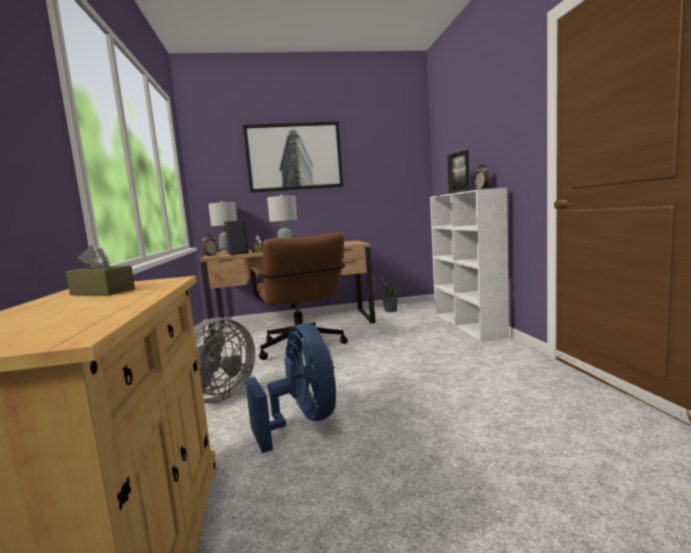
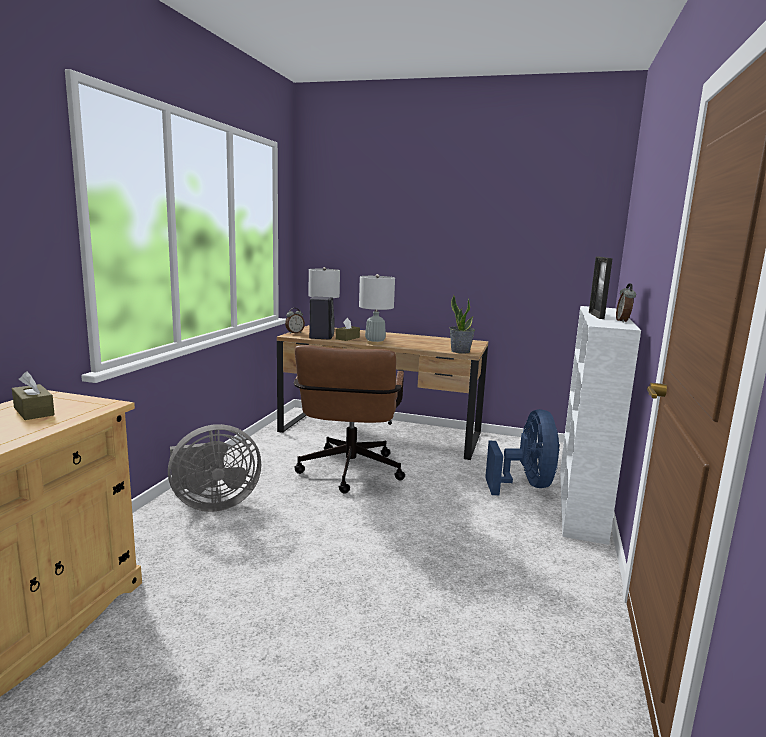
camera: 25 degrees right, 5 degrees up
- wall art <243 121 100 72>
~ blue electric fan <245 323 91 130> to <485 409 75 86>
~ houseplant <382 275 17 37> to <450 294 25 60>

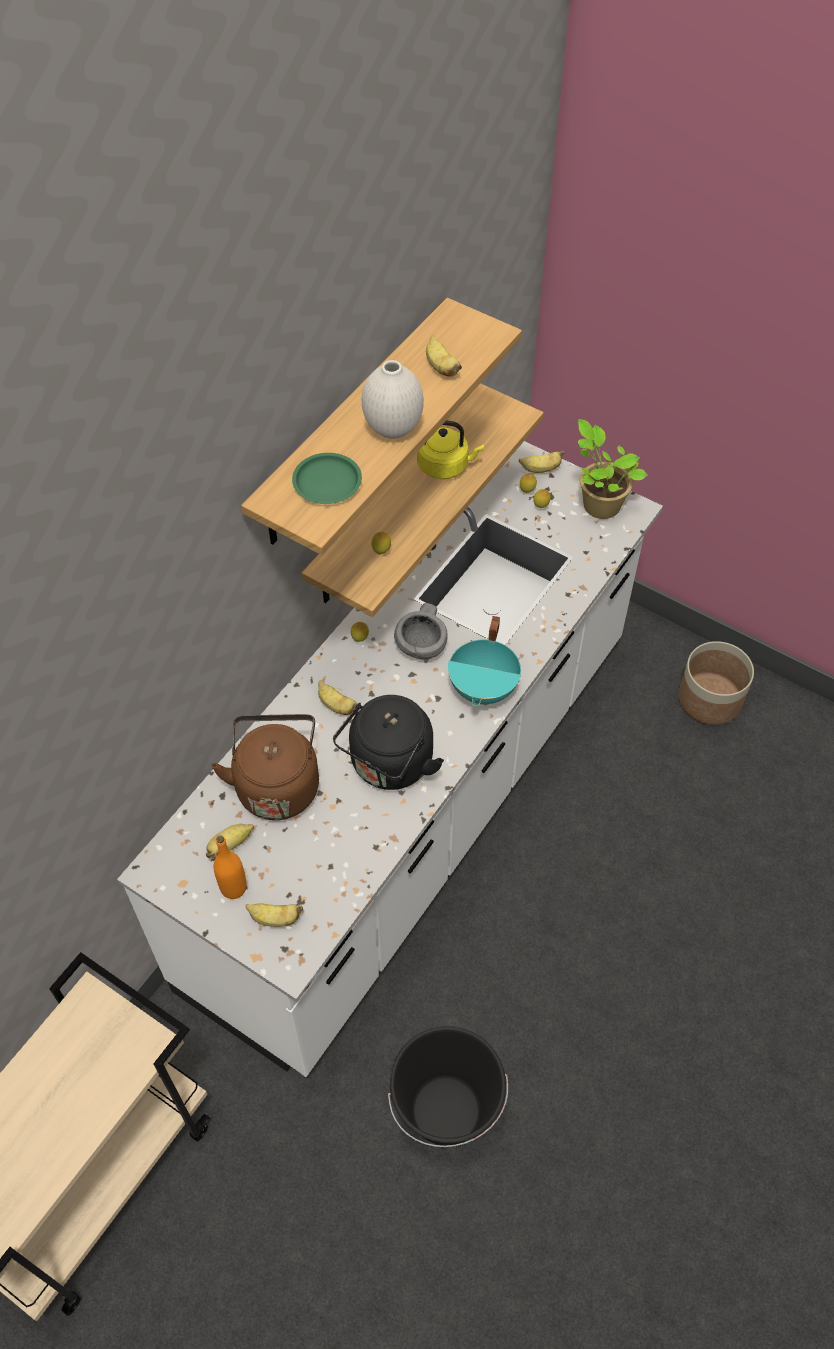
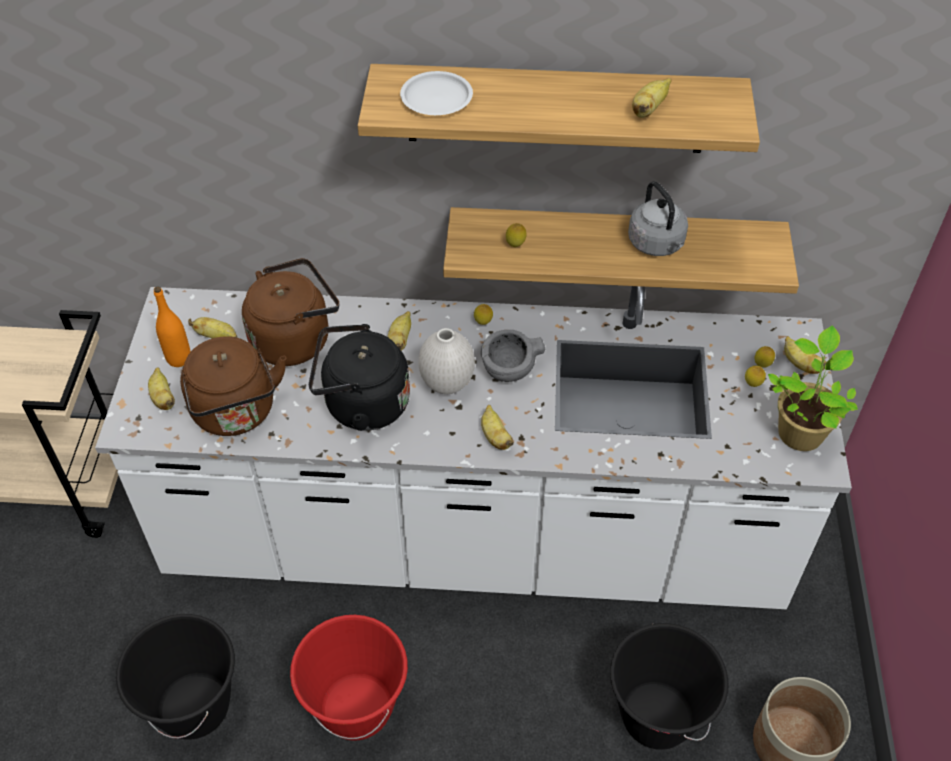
camera: 60 degrees right, 5 degrees down
+ brownish tea kettle <180 336 106 100>
+ reddish pail <290 615 118 126>
+ black-coloured pail <610 623 119 127>
~ white vase <361 360 63 79> to <418 328 57 66>
~ turquoise-coloured stockpot <448 616 73 90> to whole banana <481 405 33 45>
~ green plate <292 453 70 51> to white plate <400 71 73 44>
~ yellow tea kettle <417 421 67 58> to gray tea kettle <628 181 60 75>

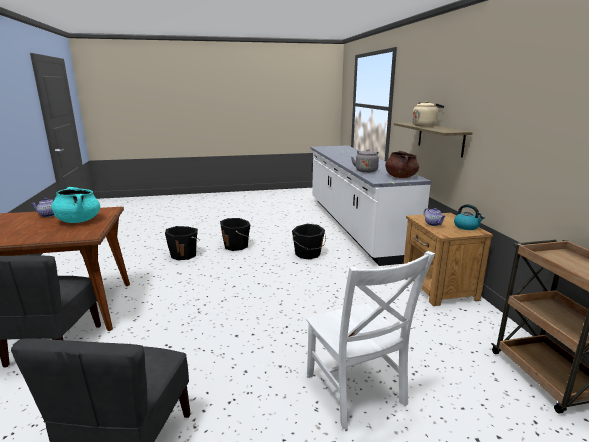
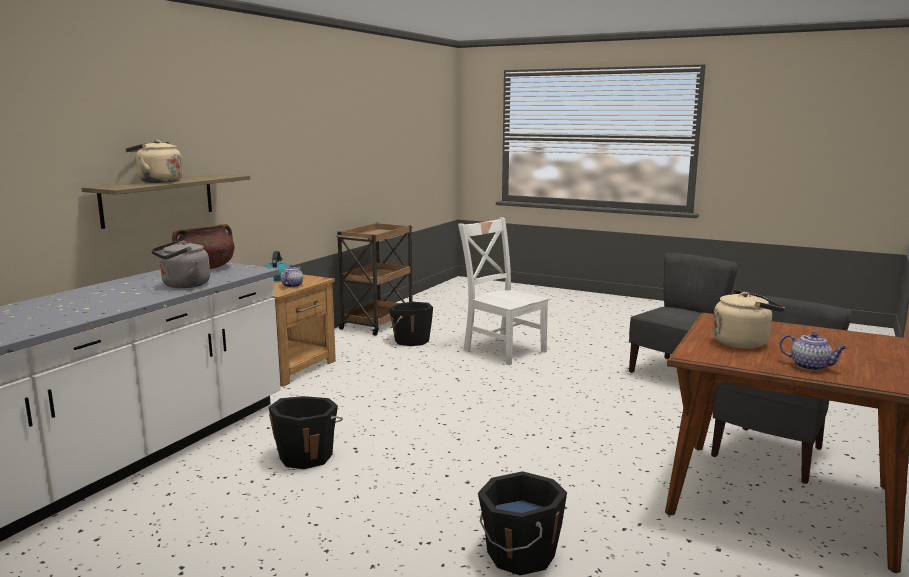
camera: 140 degrees left, 5 degrees down
~ black-coloured pail <220 218 30 33> to <389 302 44 44>
~ turquoise-coloured stockpot <52 187 48 36> to beige-coloured tea kettle <712 290 73 59>
~ white plain chair <306 251 129 178> = <458 217 92 148> 60 degrees counterclockwise

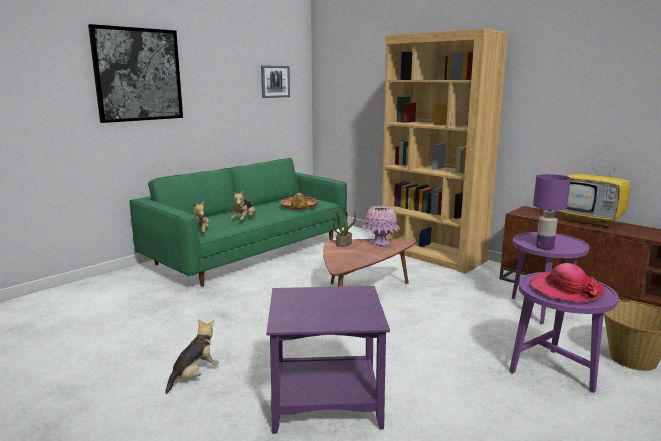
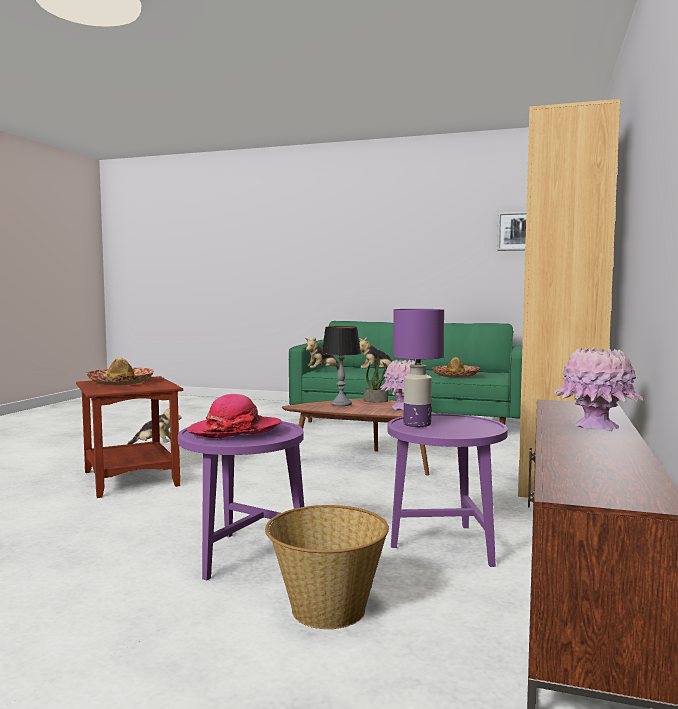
camera: 65 degrees right, 10 degrees down
- wall art <88 24 95 99>
+ clothing hat <86 358 68 27>
+ table lamp <321 326 40 80>
~ television <557 150 73 78> to pink-coloured vase <555 347 88 84>
~ purple-coloured end table <266 286 124 148> to brownish end table <76 376 107 122>

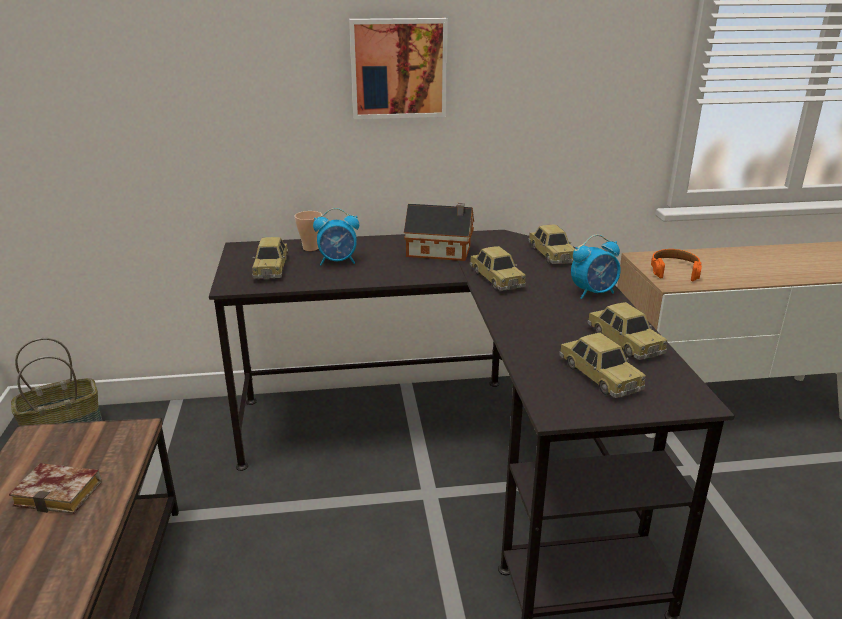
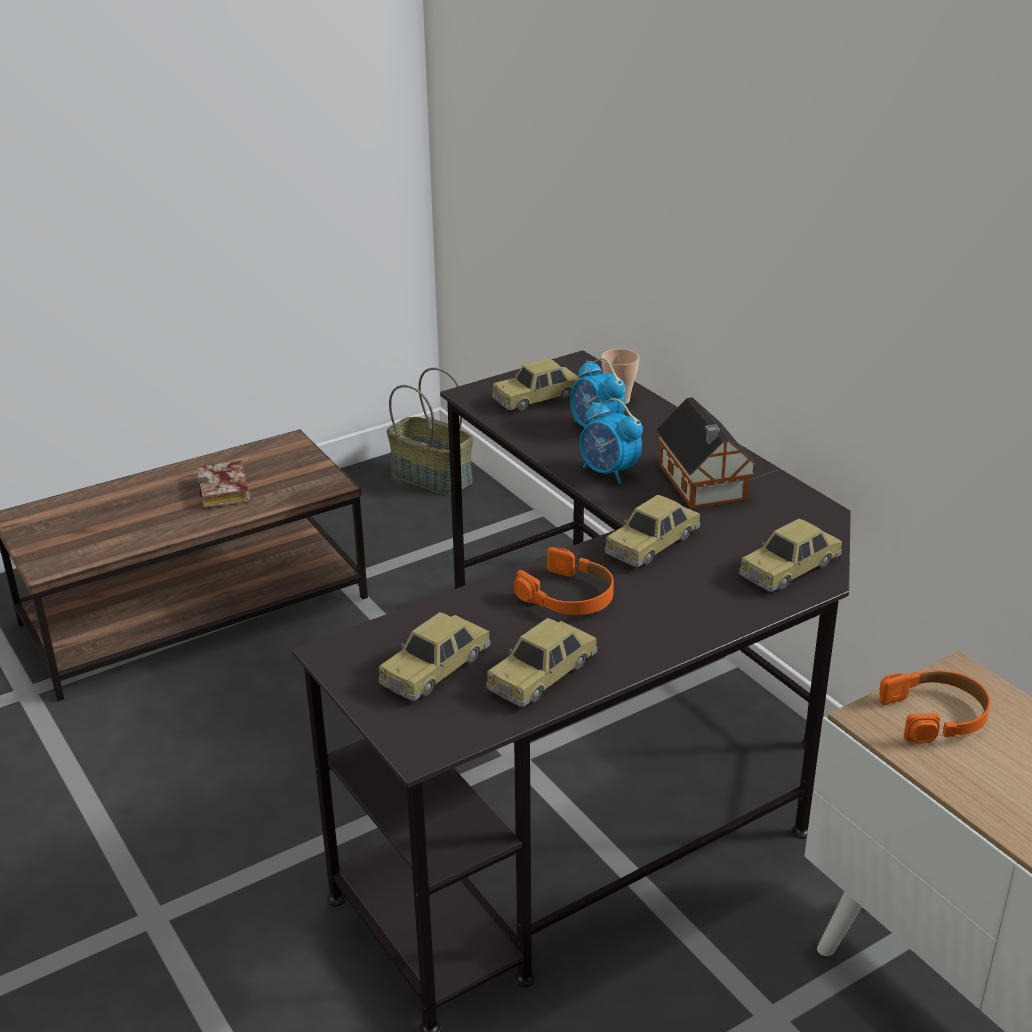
camera: 65 degrees right, 5 degrees up
- wall art <349 18 99 101>
+ orange-coloured headphones <514 547 100 68>
~ table clock <571 234 50 65> to <580 398 63 86>

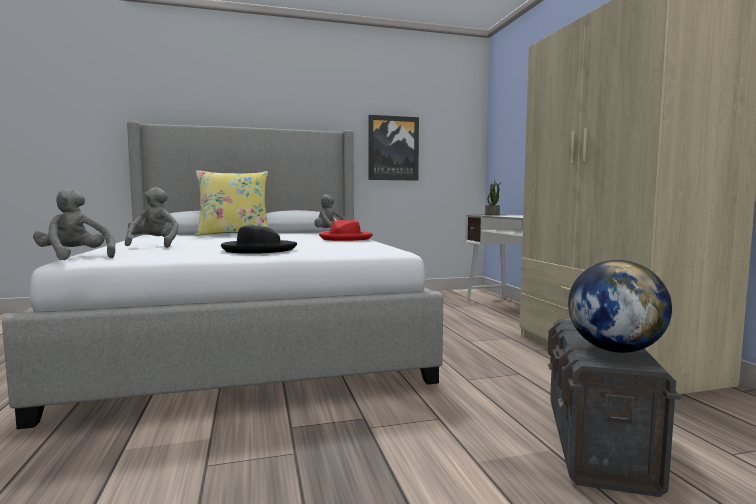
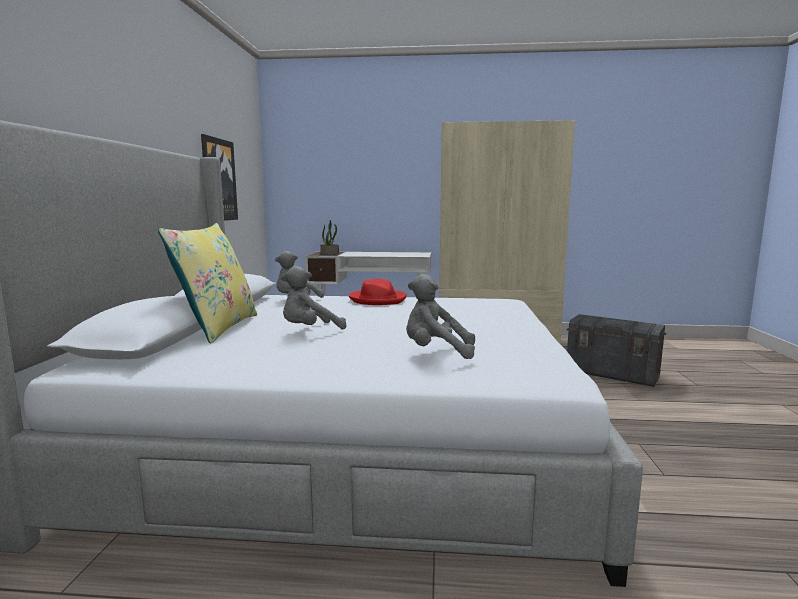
camera: 70 degrees left, 5 degrees up
- black-coloured clothing hat <221 225 76 29>
- world globe <568 260 104 93>
~ gray soft toy <33 188 82 72> to <281 266 66 63>

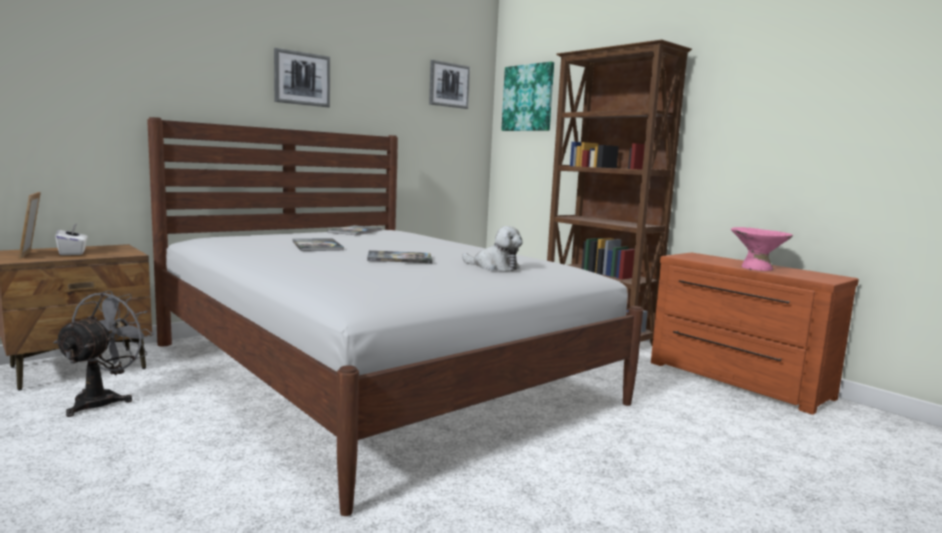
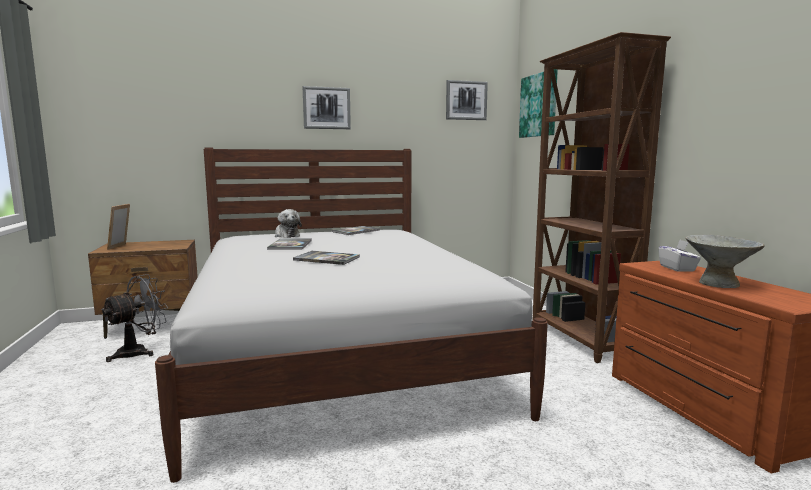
camera: 25 degrees right, 0 degrees up
~ white tissue box <56 224 32 31> to <658 240 43 32>
~ soft toy <462 226 60 45> to <275 209 27 29>
~ pink-coloured deep dish <731 227 62 44> to gray deep dish <686 235 79 53>

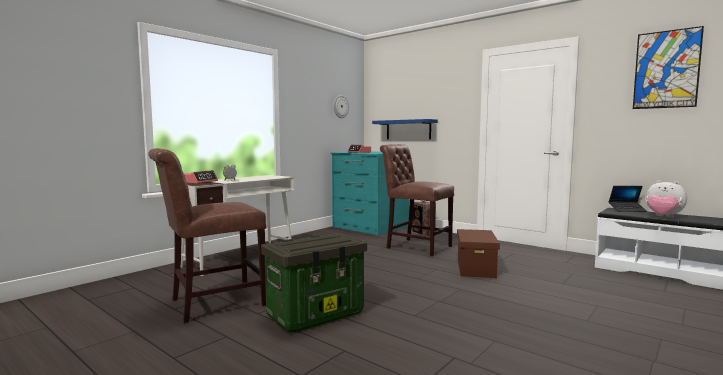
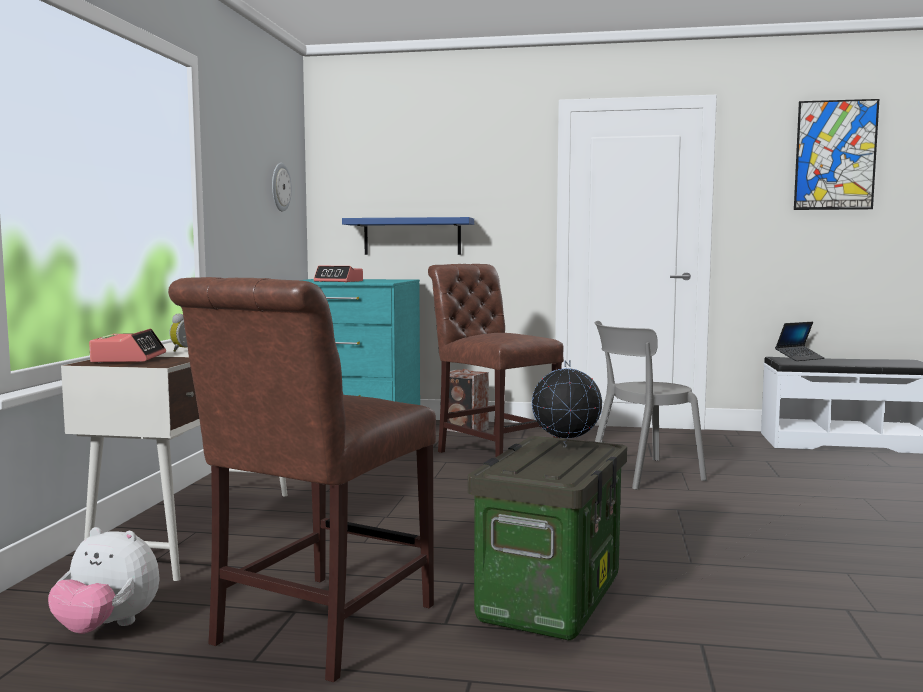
camera: 30 degrees left, 0 degrees up
+ world globe <532 360 70 87>
~ soft toy <646 180 41 37> to <48 527 111 107>
~ brownish storage bin <457 229 43 49> to gray plain chair <595 321 112 169>
~ brownish plain chair <380 144 74 112> = <428 264 136 194> 45 degrees clockwise

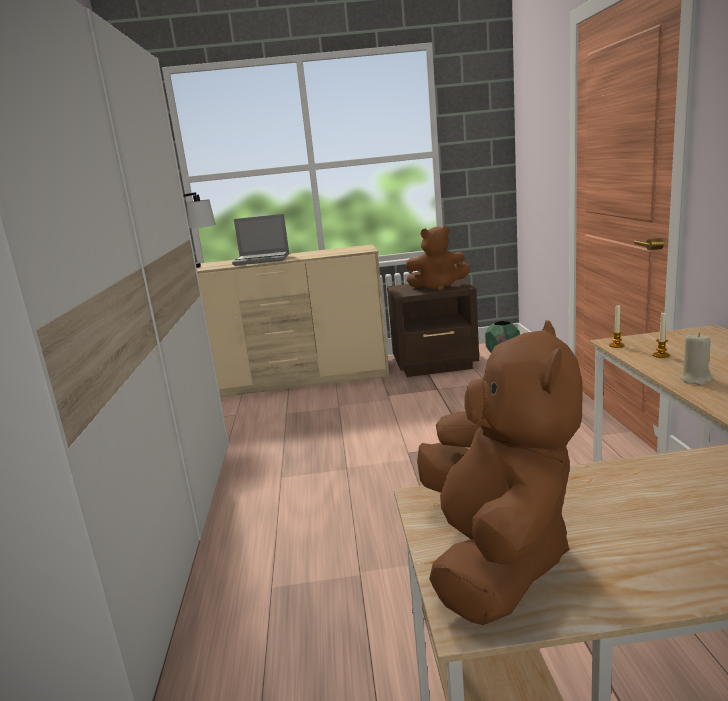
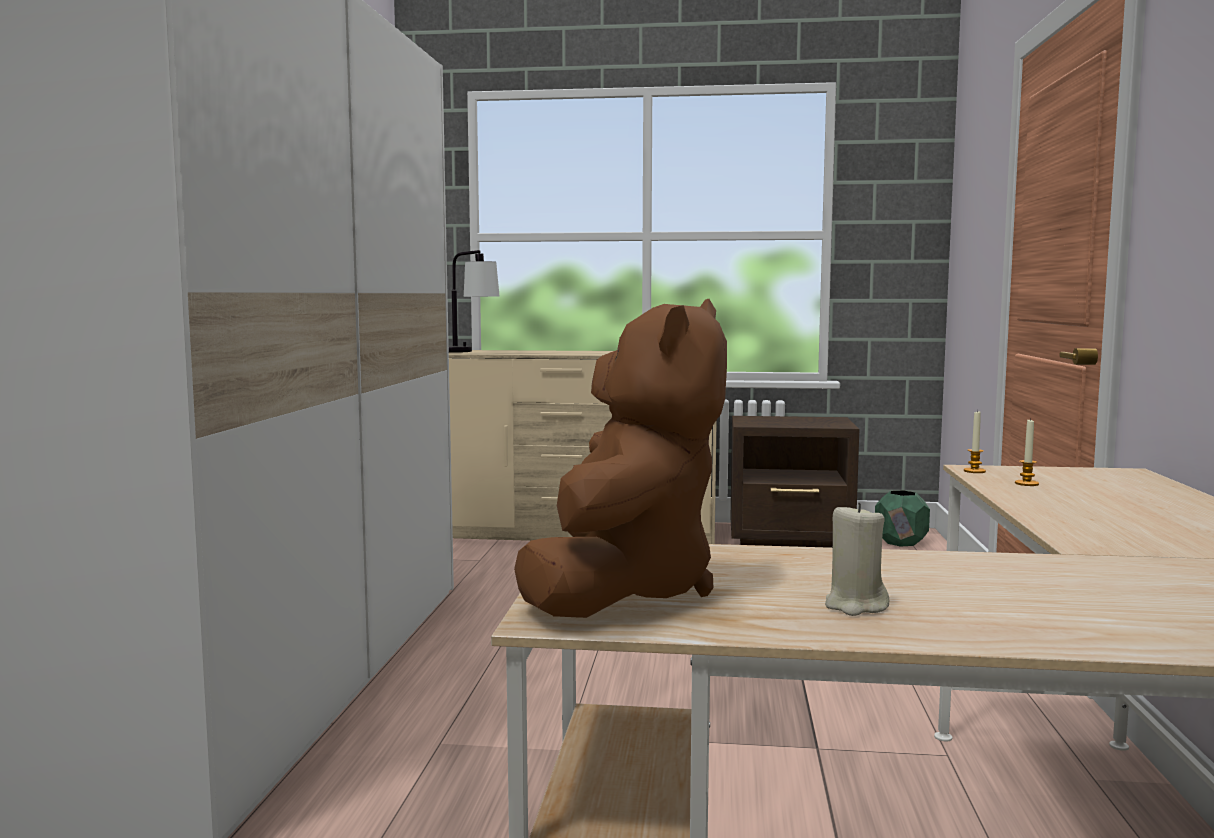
camera: 10 degrees right, 10 degrees down
- notebook computer <232 214 57 52>
- brownish soft toy <406 226 64 65>
~ beige-coloured wax light <680 333 32 52> to <825 502 64 114>

